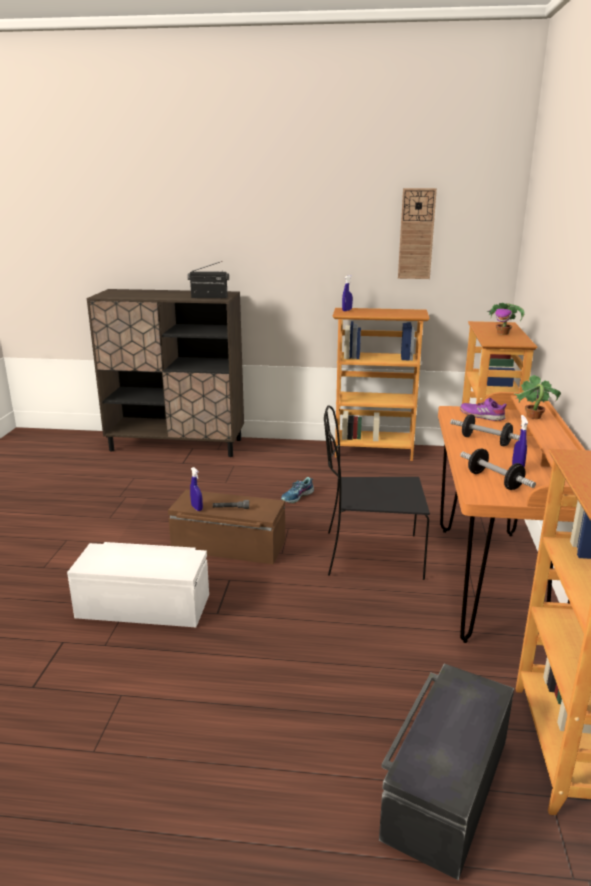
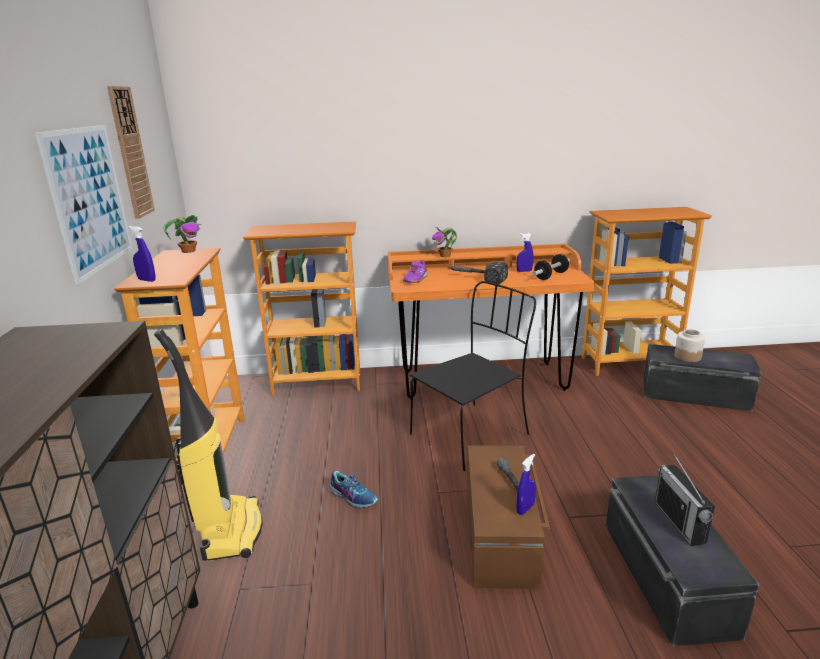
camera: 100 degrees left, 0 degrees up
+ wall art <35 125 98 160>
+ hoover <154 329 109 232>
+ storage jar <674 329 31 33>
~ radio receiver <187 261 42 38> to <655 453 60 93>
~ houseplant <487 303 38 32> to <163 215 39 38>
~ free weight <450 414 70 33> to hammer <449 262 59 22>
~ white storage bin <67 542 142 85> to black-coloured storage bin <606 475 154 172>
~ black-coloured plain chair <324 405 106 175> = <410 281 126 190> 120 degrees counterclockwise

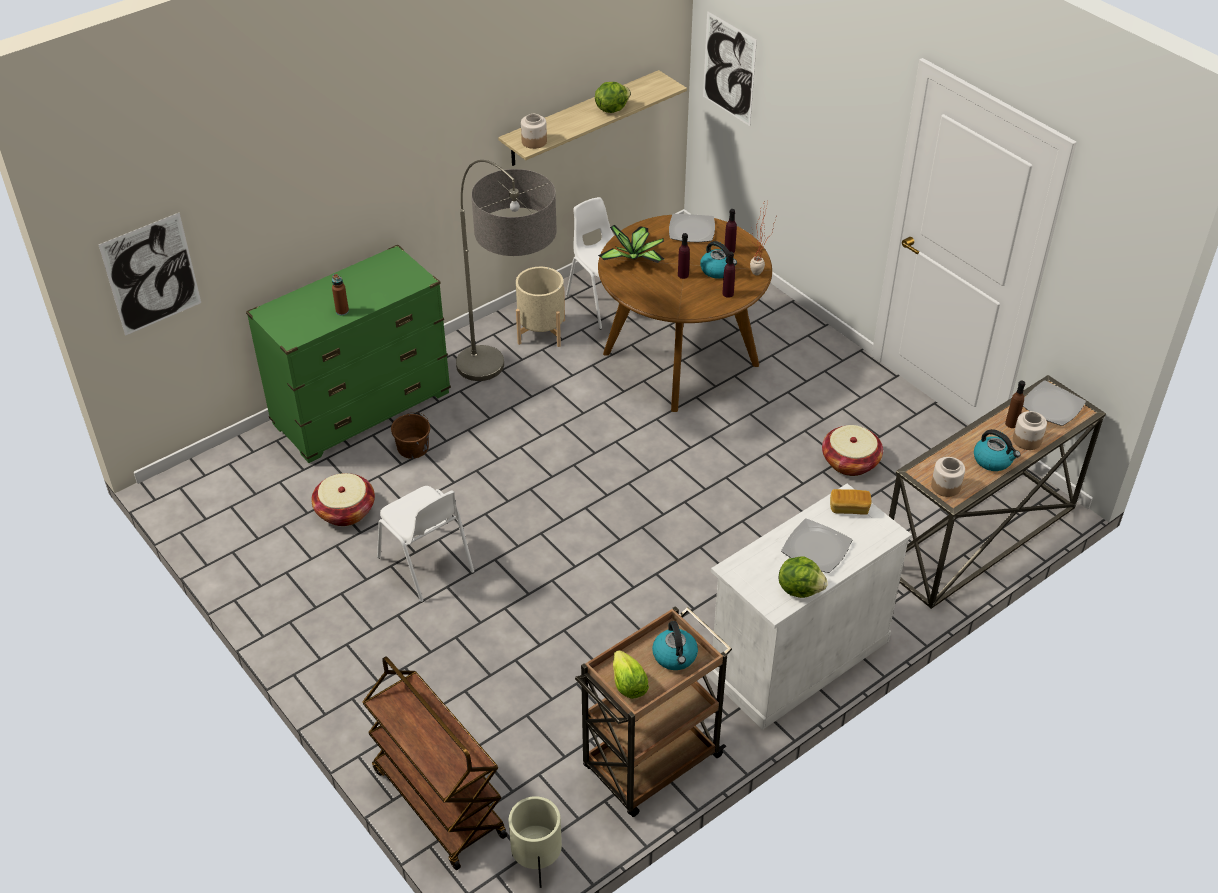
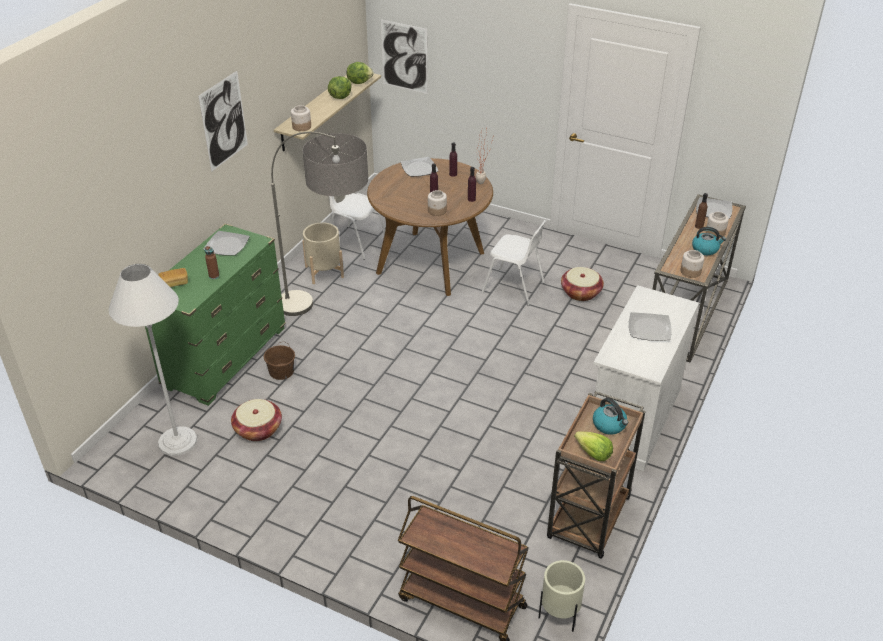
camera: 25 degrees left, 5 degrees down
- houseplant <598 225 66 38>
- tea kettle <700 241 37 38>
+ white standing lamp <109 264 88 192>
+ plate <203 231 47 25>
+ storage jar <428 190 19 26>
~ wall art <99 213 102 123> to <198 71 50 101>
~ white plain chair <377 486 97 116> to <482 220 64 86>
~ head of lettuce <778 556 50 42> to <346 62 28 22>
~ baked bread <830 489 41 26> to <158 268 30 19>

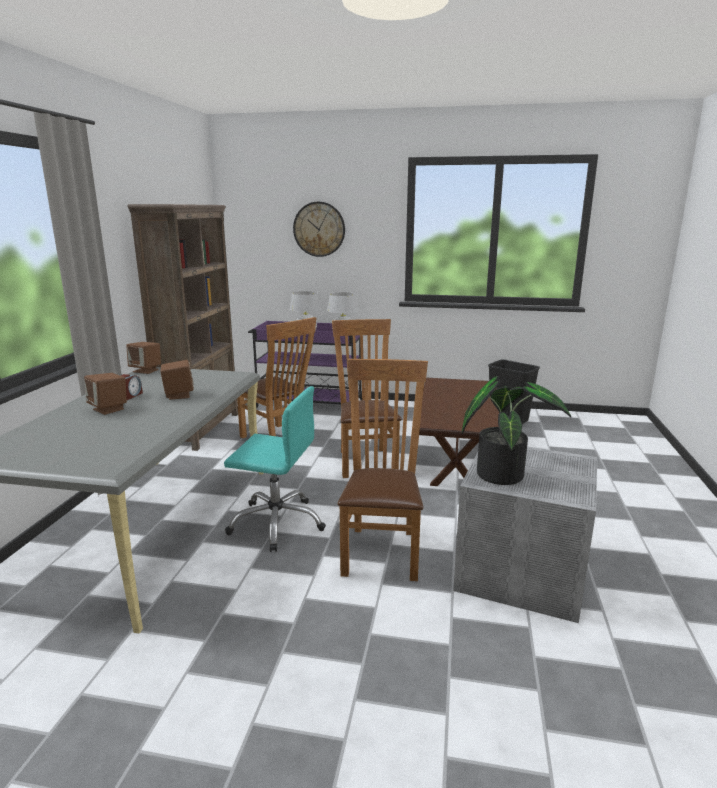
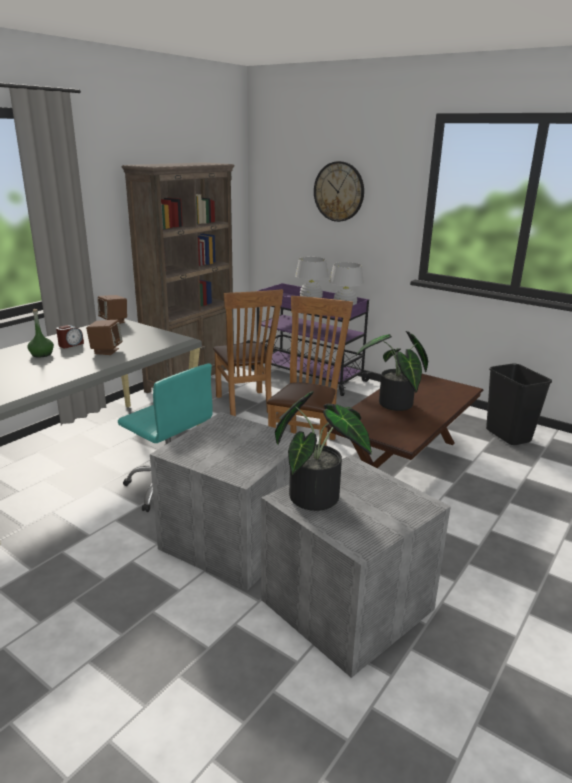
camera: 25 degrees right, 5 degrees up
+ houseplant <356 331 72 80>
~ brownish loudspeaker <84 373 43 42> to green beverage bottle <27 309 27 49>
~ brownish plain chair <338 359 90 222> to gray storage bin <150 412 145 179>

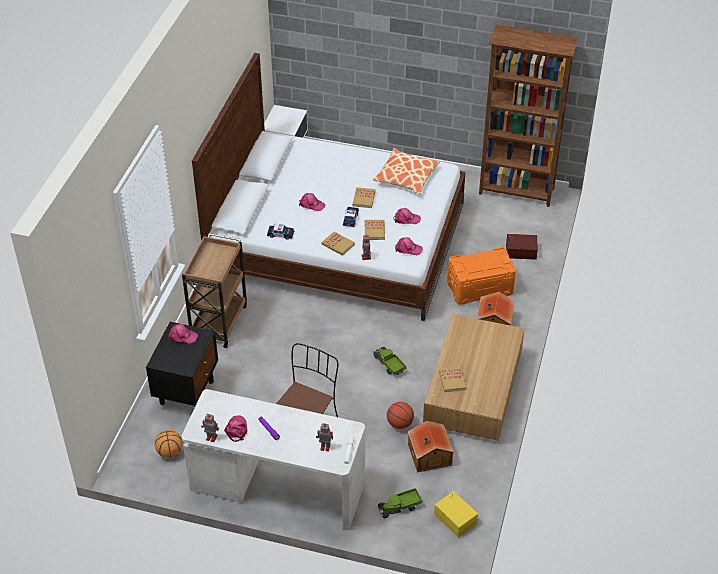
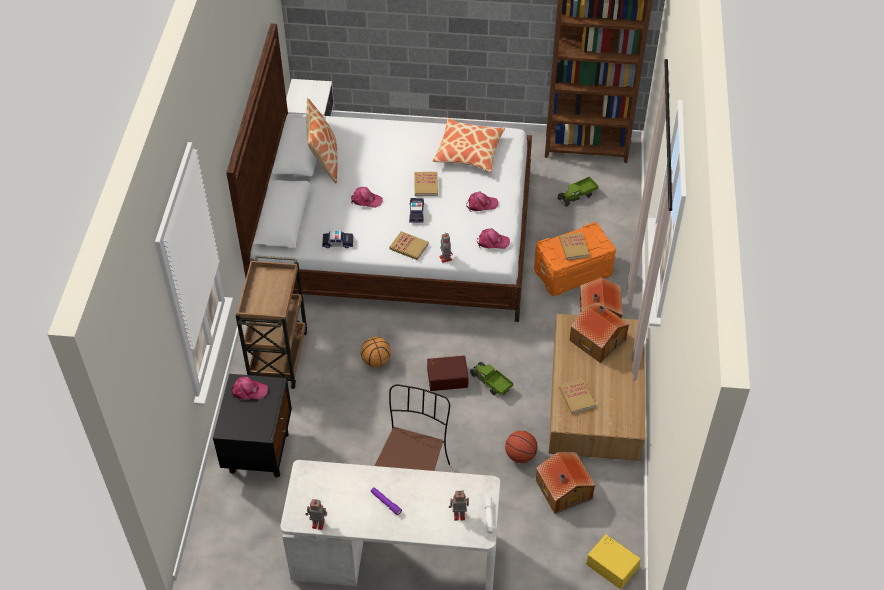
camera: 10 degrees left, 5 degrees up
- pink-coloured cap <224 415 23 27>
+ pillow <306 98 32 85>
+ toy house <569 303 61 60>
~ basketball <155 430 28 28> to <361 337 30 30>
~ volume <365 220 20 20> to <559 232 31 28>
~ model truck <378 488 44 30> to <558 177 40 30>
~ brownish storage bin <506 234 32 26> to <427 355 42 36>

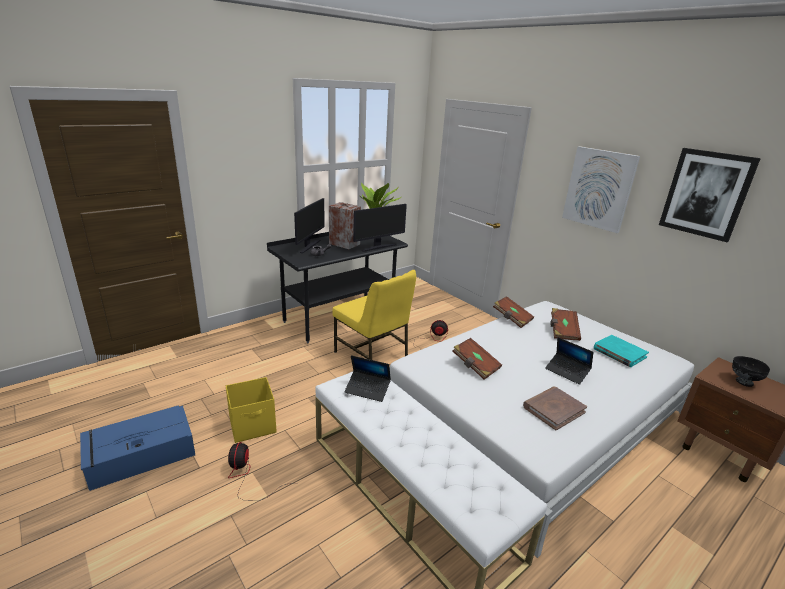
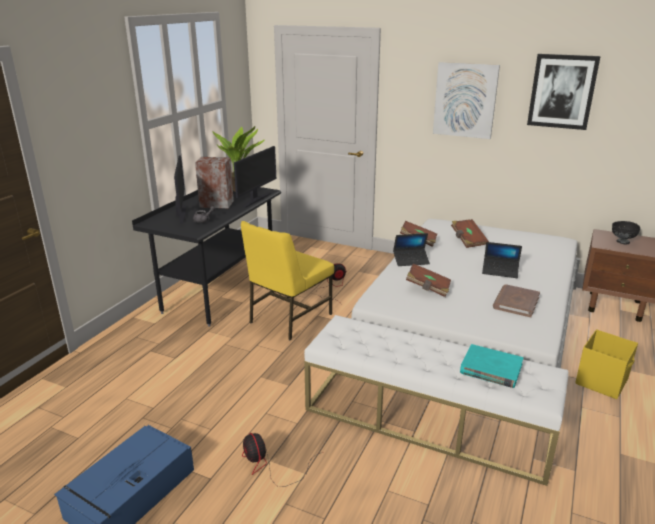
camera: 25 degrees left, 0 degrees up
~ yellow storage bin <226 377 51 66> to <575 329 63 70>
~ notebook computer <344 355 47 47> to <393 233 37 33>
~ turquoise-coloured volume <594 335 55 32> to <460 344 63 44>
~ yellow plain chair <332 270 84 90> = <241 221 93 119> 105 degrees clockwise

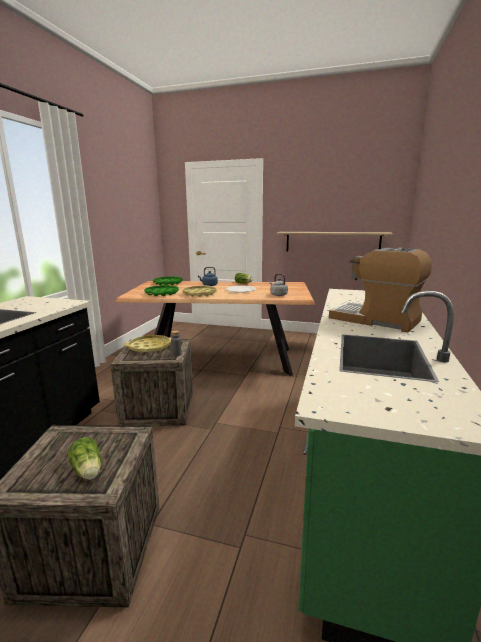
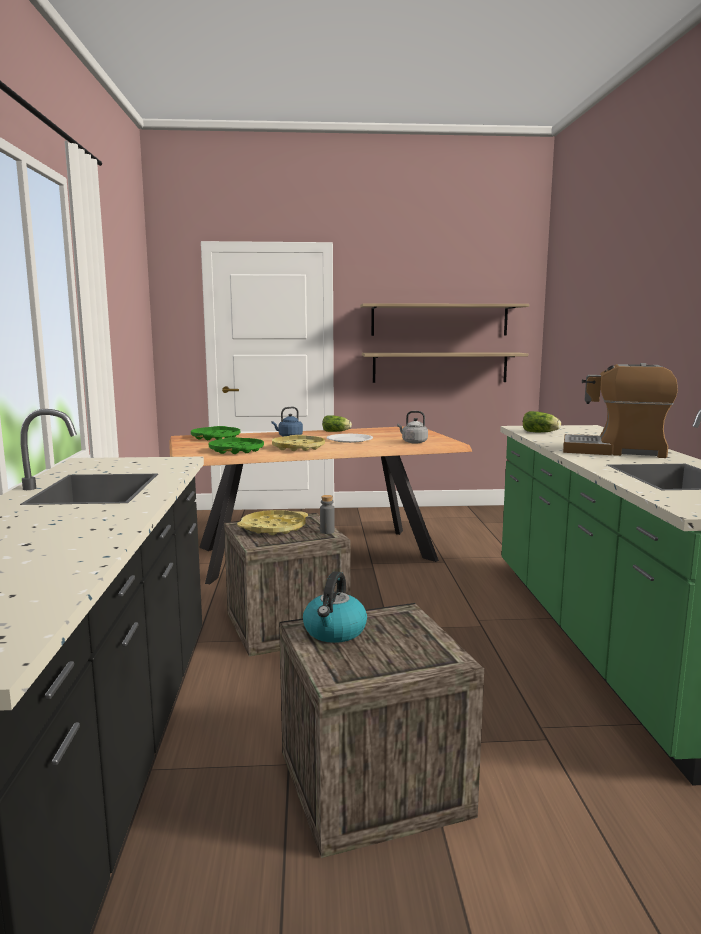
camera: 20 degrees left, 5 degrees down
+ tea kettle <303 571 64 72>
+ bracket shelf <360 303 169 33>
~ head of lettuce <68 437 33 43> to <523 411 38 21>

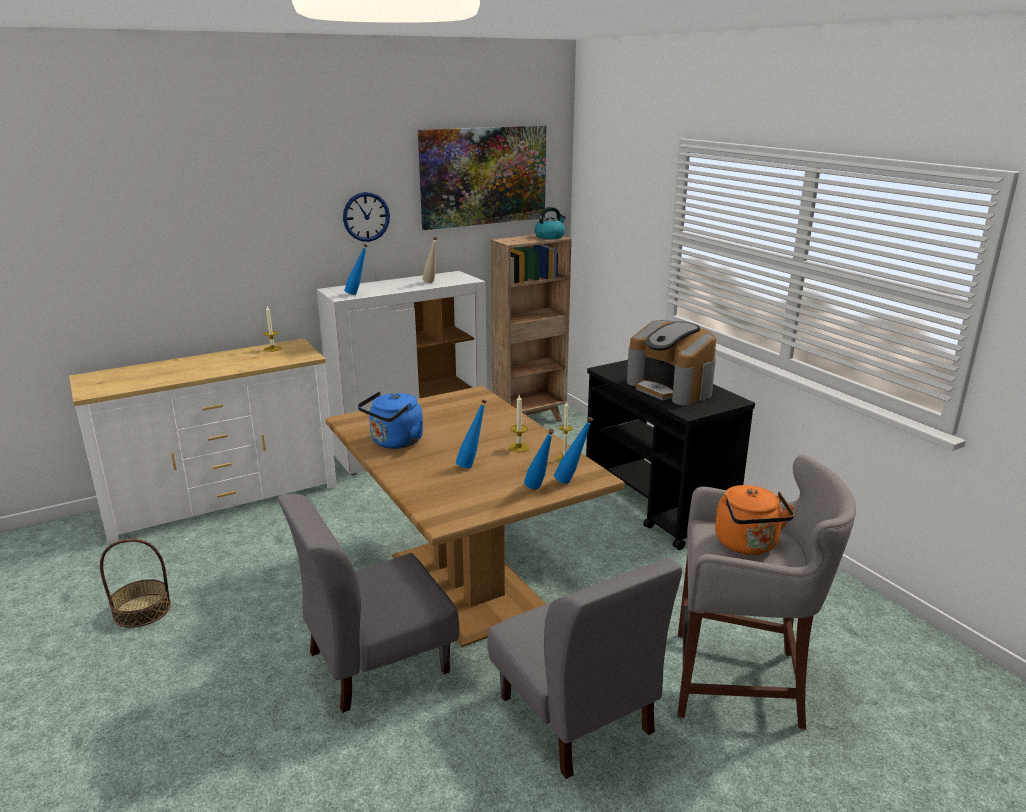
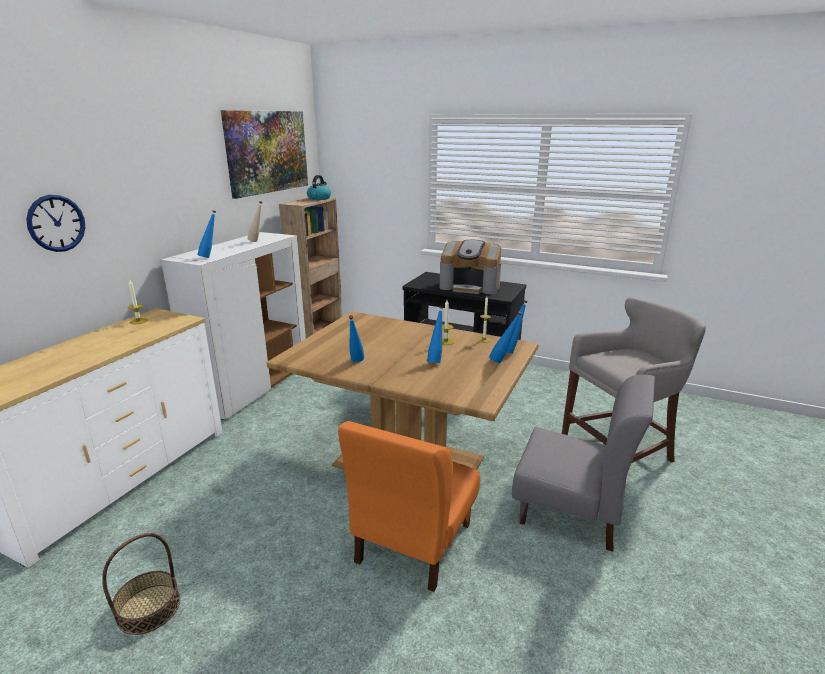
camera: 35 degrees left, 0 degrees up
- orange-coloured tea kettle <715 485 79 70>
~ wall clock <343 192 47 50> to <26 195 59 57>
~ blue tea kettle <358 391 65 58> to blue beverage bottle <349 315 15 47>
~ gray plain chair <277 494 182 219> to orange-coloured plain chair <338 421 142 171>

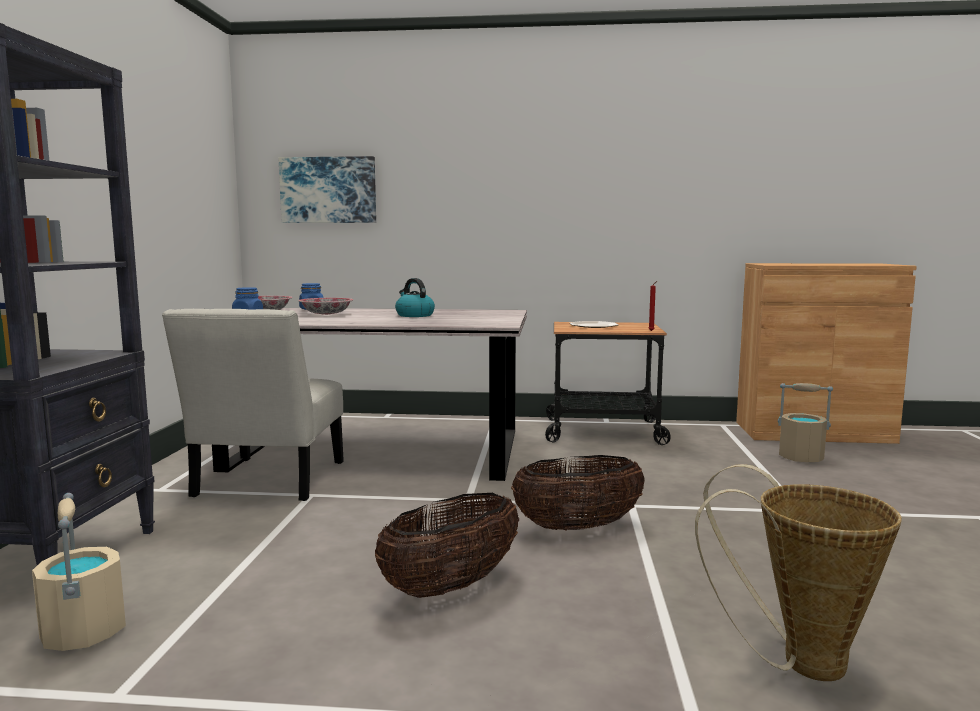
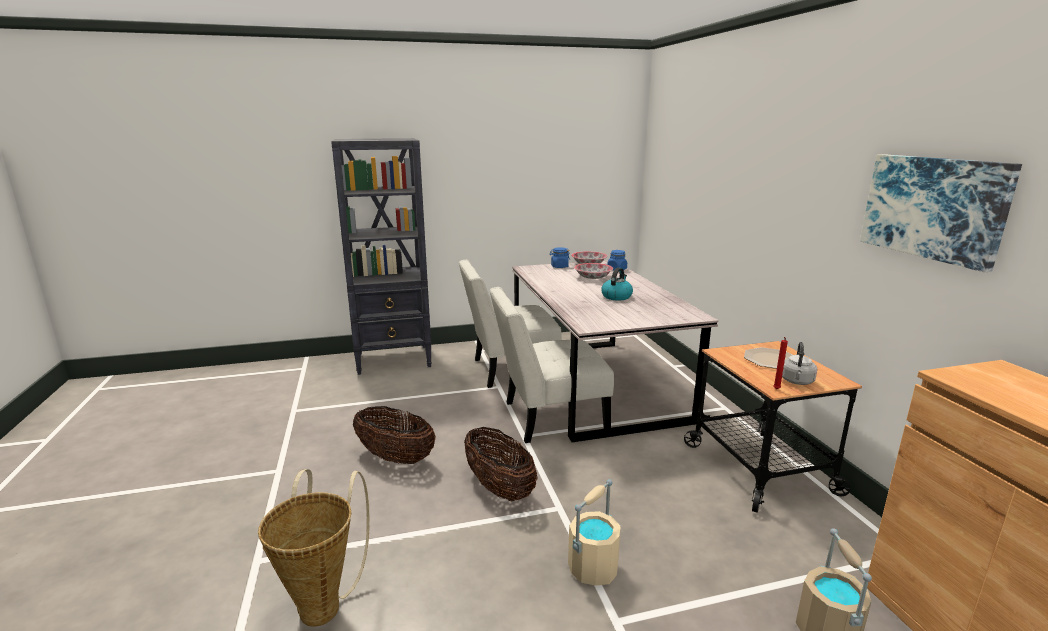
camera: 70 degrees right, 10 degrees up
+ white plain chair <489 287 125 156>
+ gray tea kettle <782 342 35 43>
~ beige-coloured pail <32 493 94 158> to <568 479 53 107>
~ wall art <279 156 97 67> to <860 154 162 118>

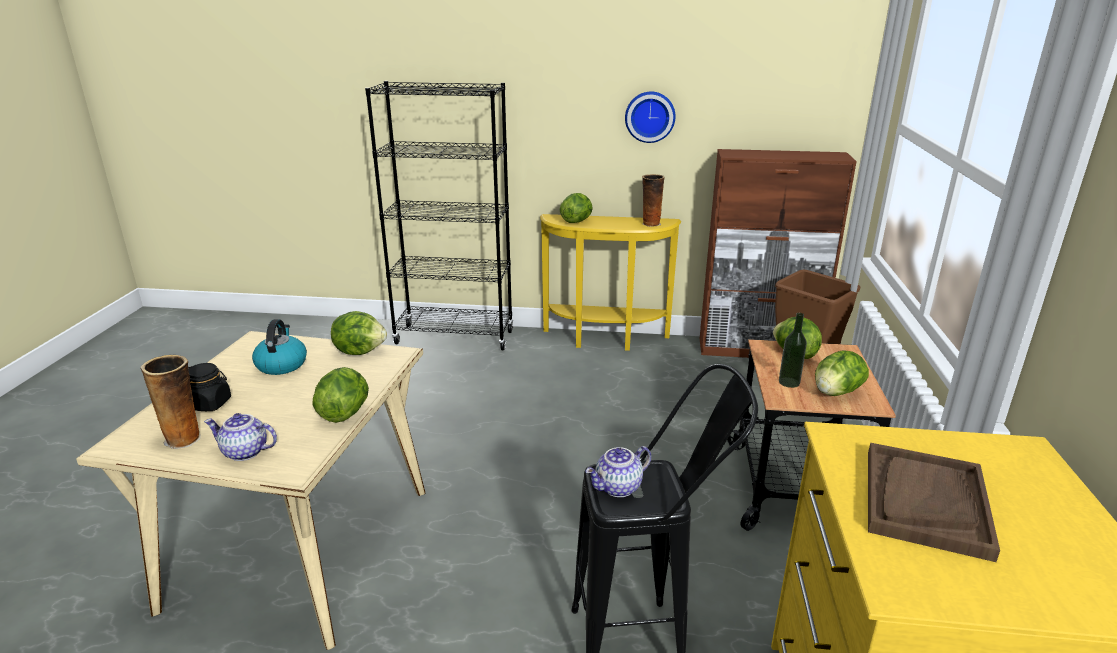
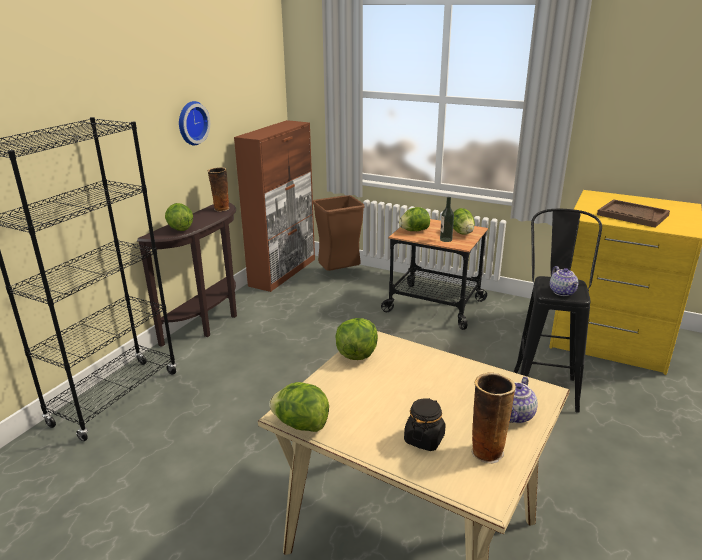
camera: 70 degrees left, 0 degrees up
- tea kettle <252 319 55 56>
~ head of lettuce <312 367 57 56> to <269 382 60 50>
~ yellow narrow table <540 214 141 137> to brownish narrow table <137 203 100 144>

